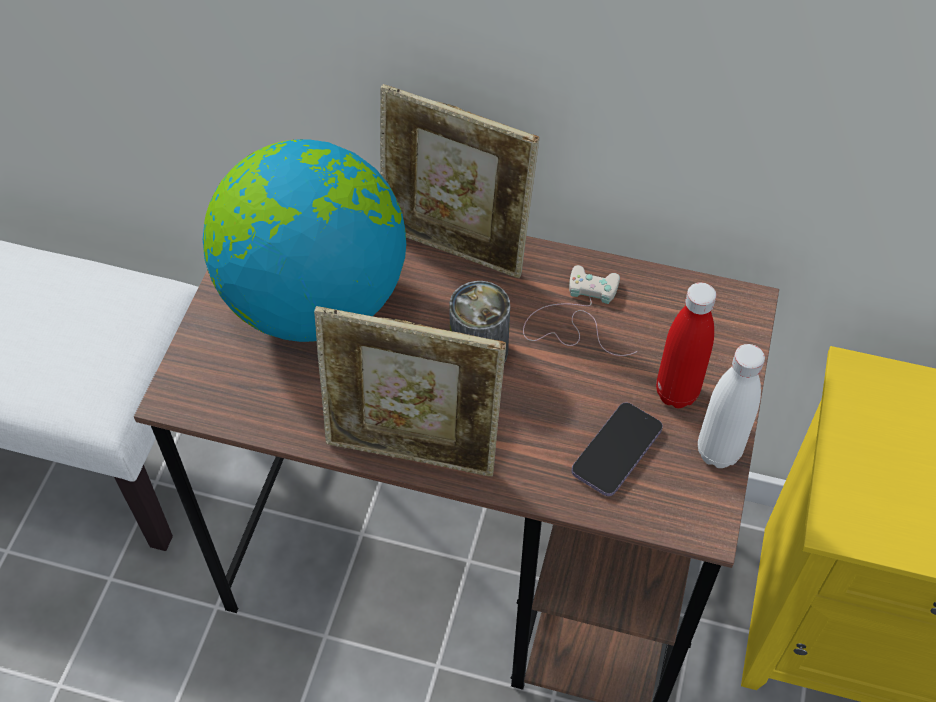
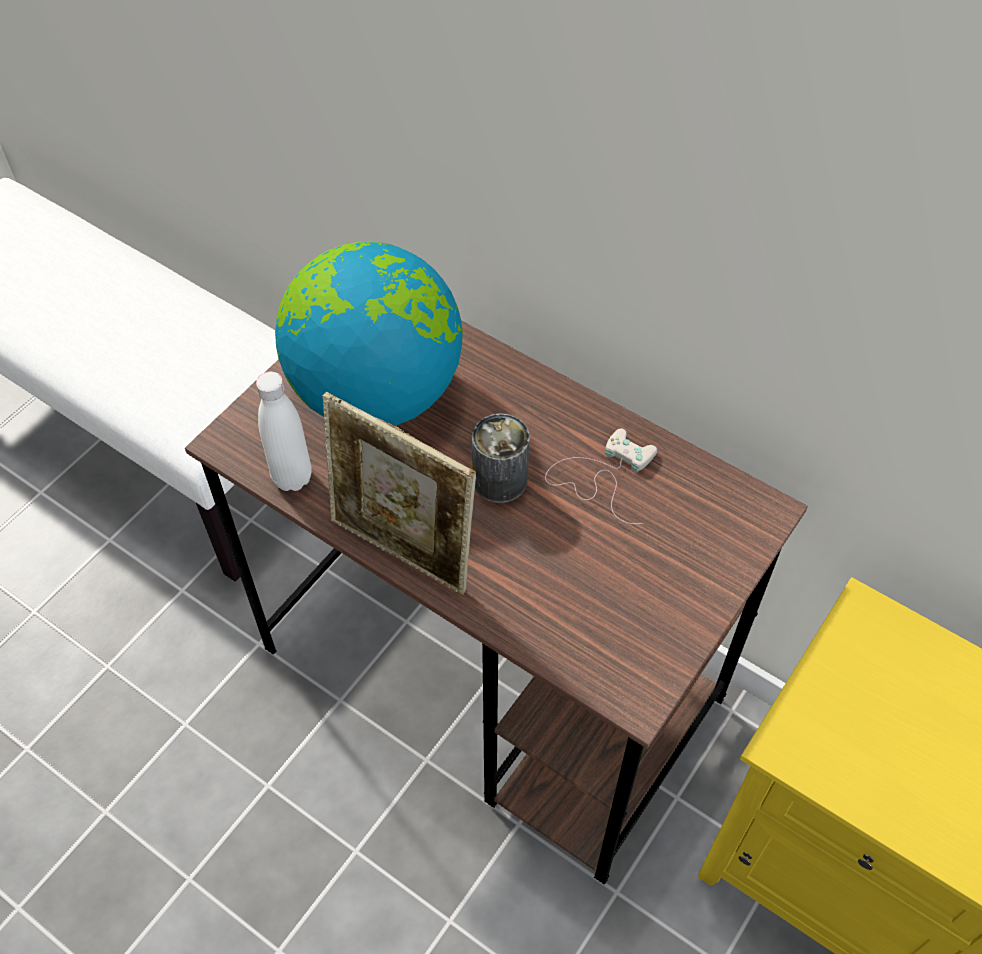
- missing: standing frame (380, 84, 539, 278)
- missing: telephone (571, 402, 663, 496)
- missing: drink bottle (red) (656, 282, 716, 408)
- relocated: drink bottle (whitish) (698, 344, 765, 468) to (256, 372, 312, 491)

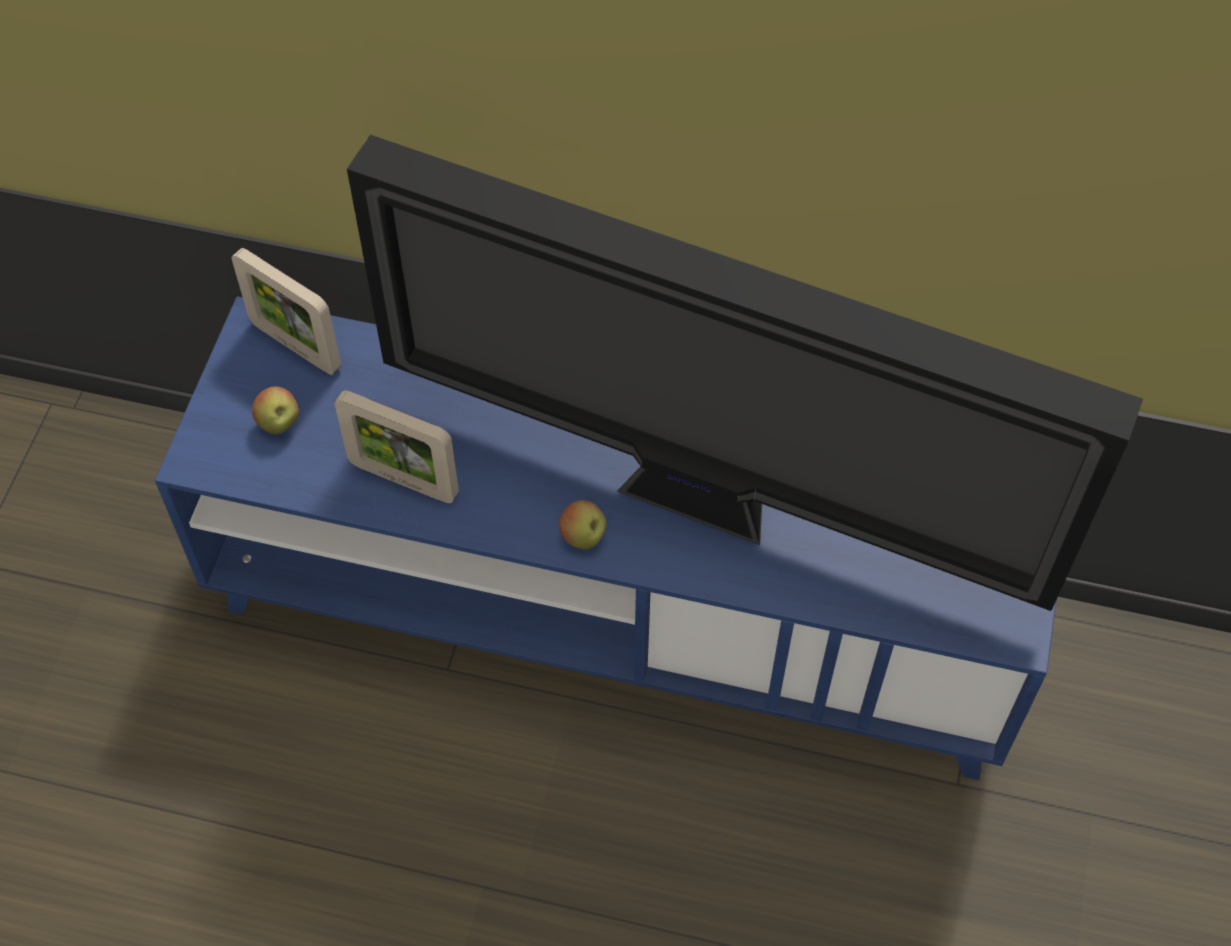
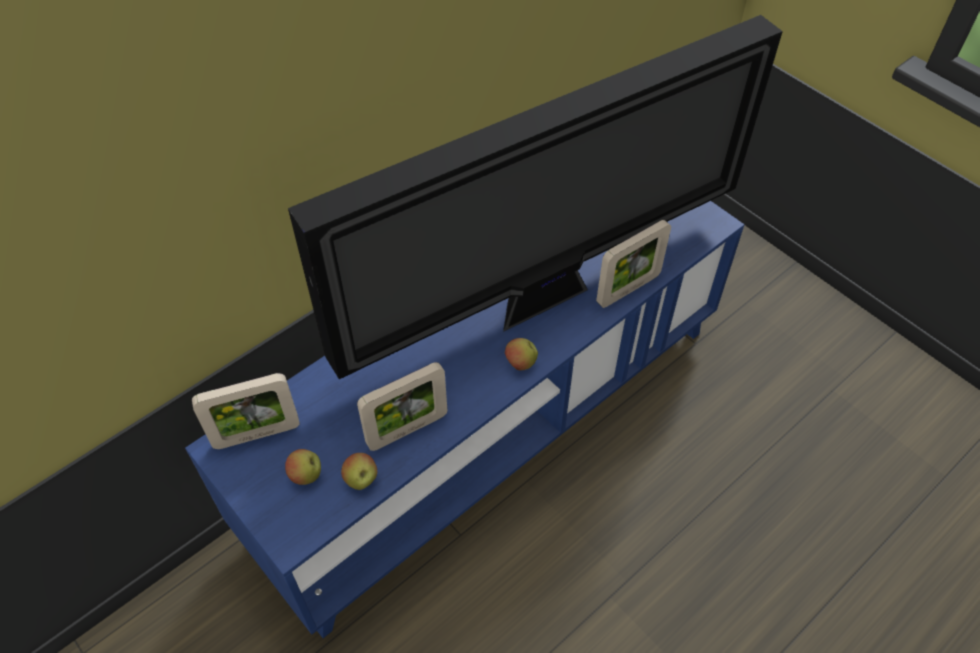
- appeared: whole apple (341, 453, 377, 490)
- appeared: standing frame (596, 220, 671, 308)

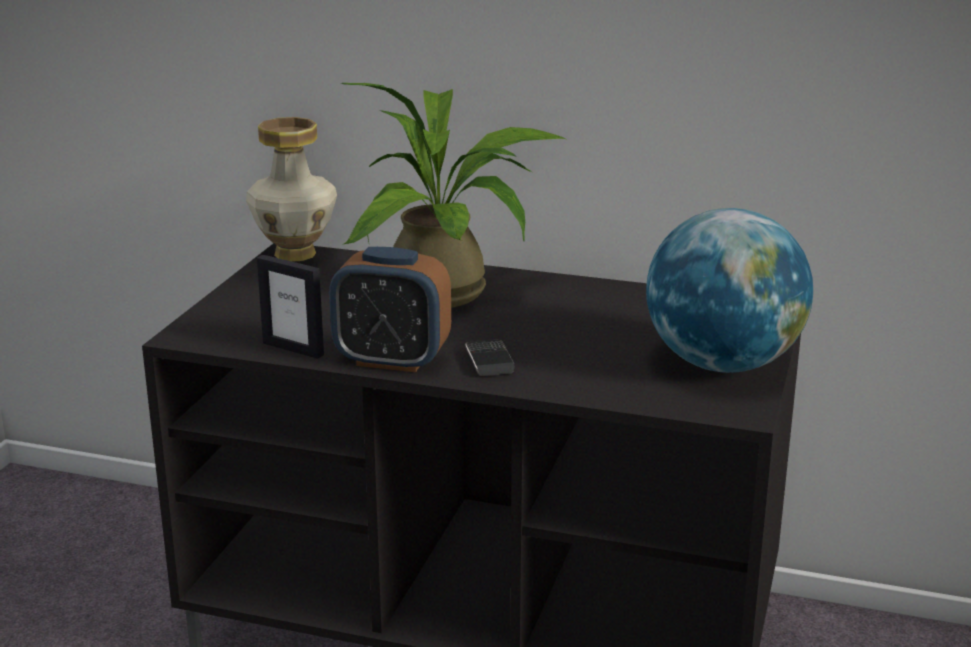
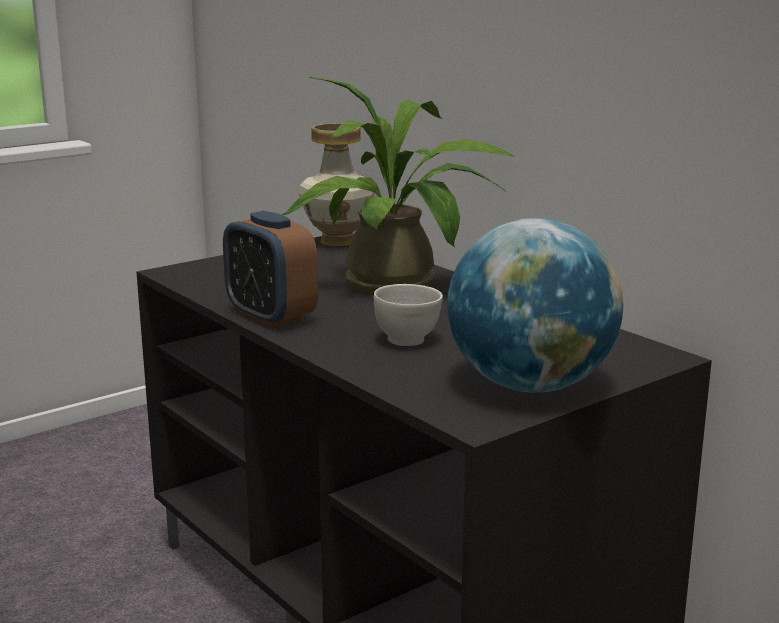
- missing: standing frame (257, 255, 324, 359)
- missing: telephone (465, 340, 515, 376)
- appeared: serving bowl (whitish) (374, 284, 443, 346)

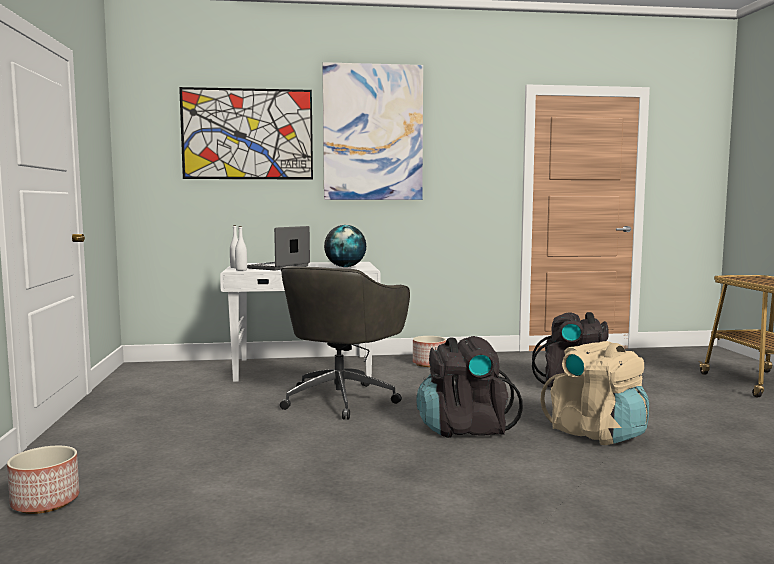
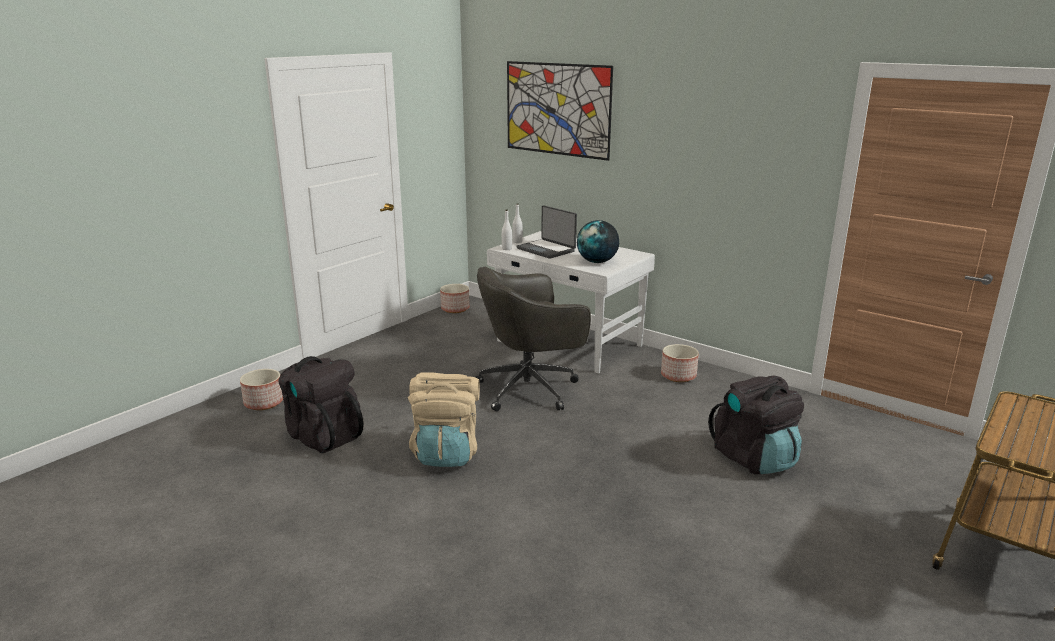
- missing: wall picture (322, 62, 423, 200)
- appeared: planter (440, 284, 470, 313)
- relocated: backpack (blackish) (417, 336, 523, 438) to (278, 356, 363, 453)
- relocated: backpack (beige-coloured) (540, 341, 649, 445) to (408, 372, 480, 467)
- spun: notebook computer (247, 226, 310, 270) = (516, 205, 577, 259) 120 degrees counterclockwise

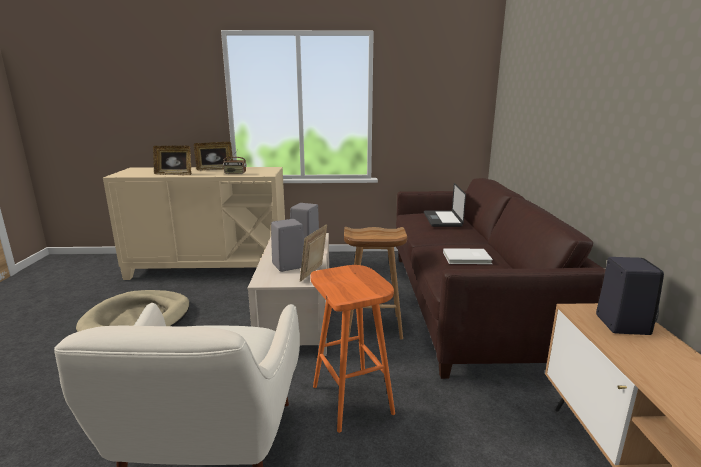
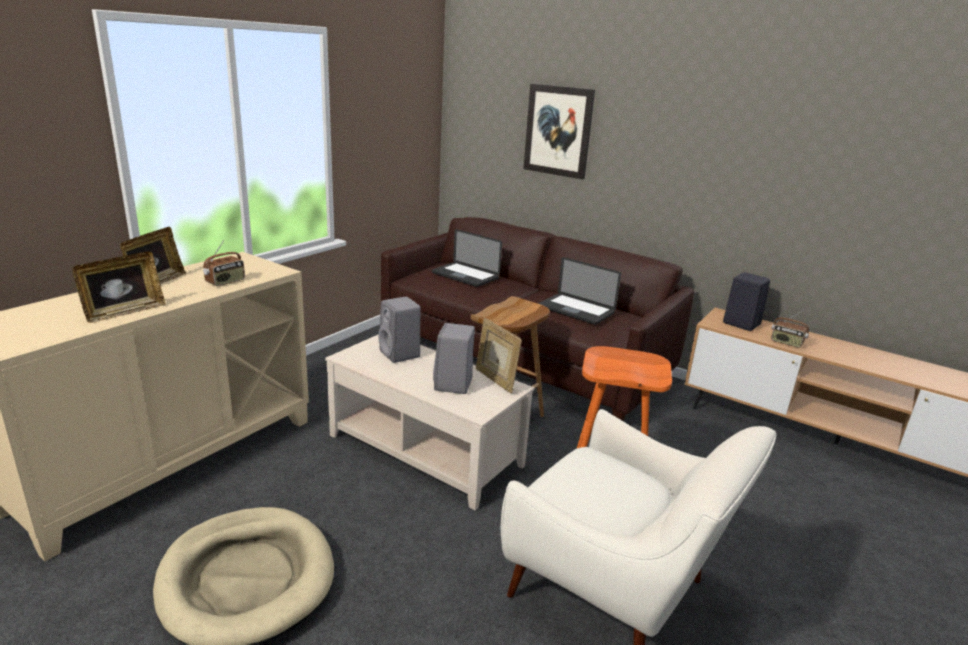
- appeared: wall picture (523, 84, 595, 180)
- appeared: radio receiver (771, 311, 809, 348)
- exchanged: bound book (whitish) (443, 249, 493, 264) to notebook computer (538, 257, 621, 325)

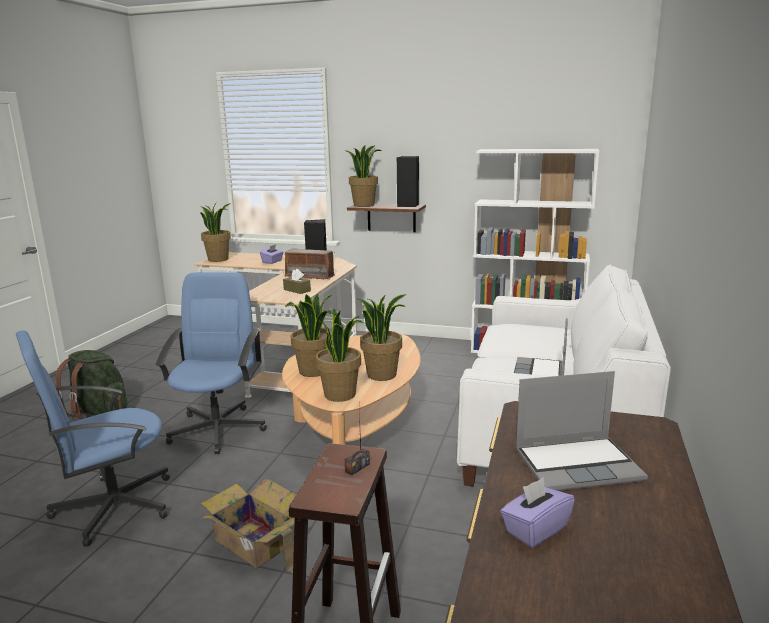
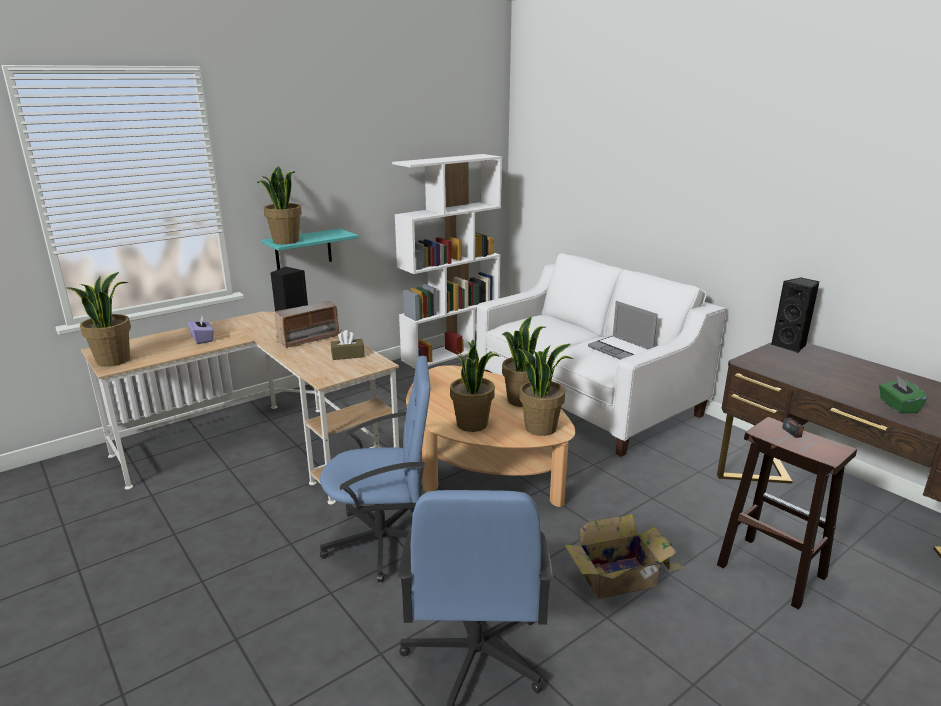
- missing: backpack (green) (56, 350, 127, 420)
- missing: notebook computer (515, 371, 648, 491)
- relocated: loudspeaker (blackish) (397, 156, 419, 207) to (771, 277, 820, 353)
- colour: shelf (brownish) (347, 203, 426, 232) to shelf (turquoise) (262, 228, 359, 270)
- colour: box of tissues (purple-coloured) (500, 477, 575, 548) to box of tissues (green) (879, 376, 927, 413)
- spun: computer chair (bluish) (156, 273, 266, 454) = (320, 356, 430, 583) 135 degrees clockwise

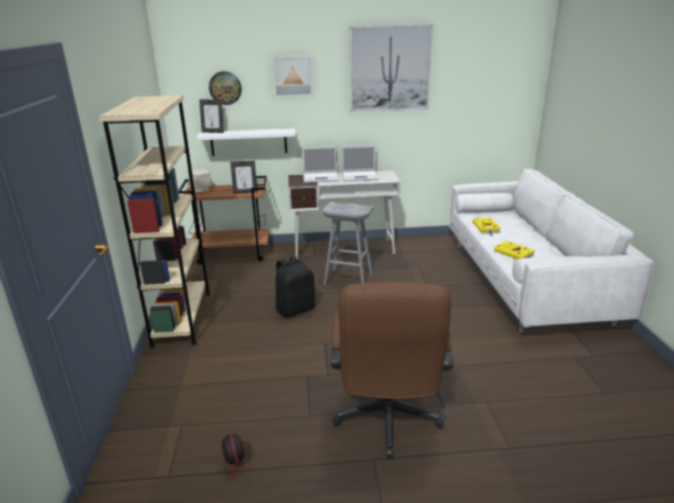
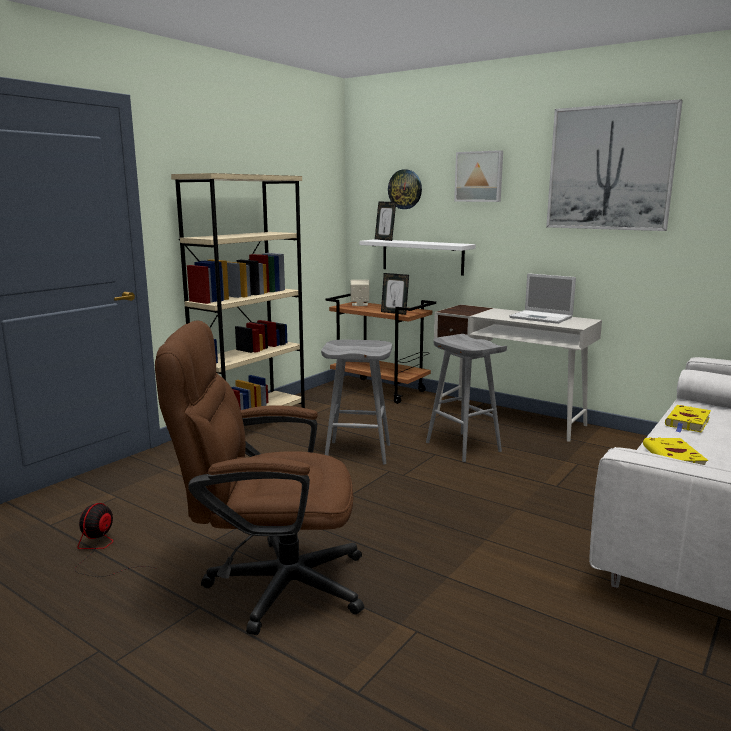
- missing: notebook computer (302, 146, 340, 183)
- exchanged: backpack (blackish) (276, 256, 315, 317) to stool seat (greyish) (321, 340, 392, 464)
- spun: computer chair (brownish) (331, 282, 453, 458) = (155, 320, 364, 635) 45 degrees clockwise

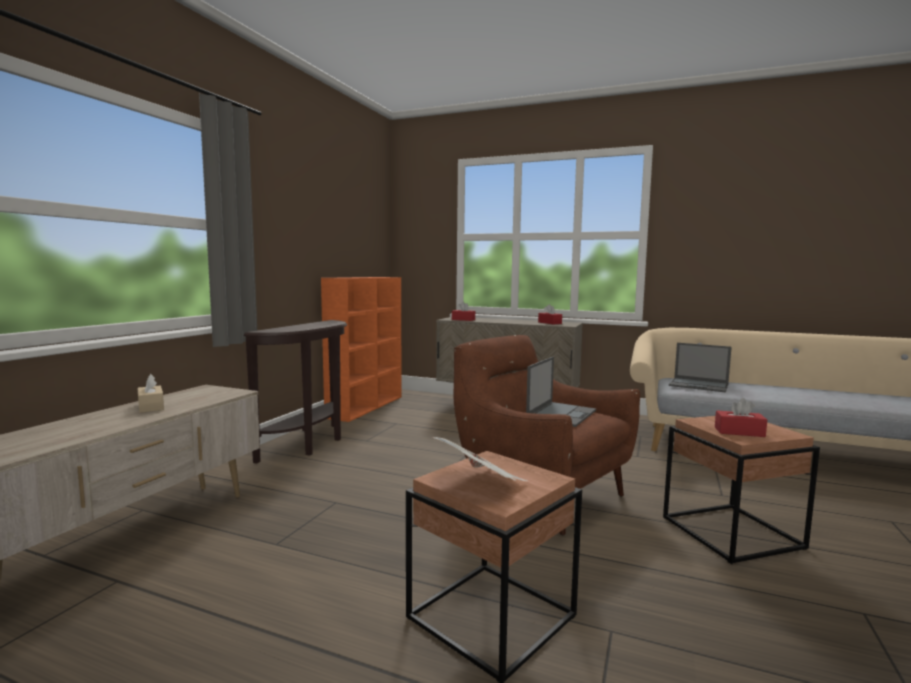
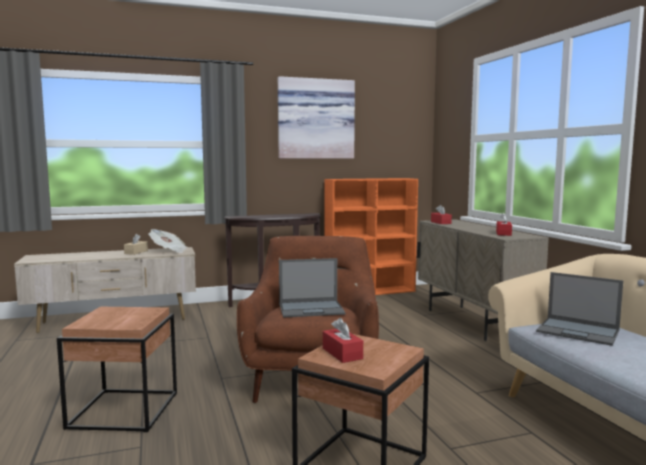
- appeared: wall picture (278, 76, 355, 159)
- relocated: printed paper (432, 437, 528, 481) to (148, 229, 188, 253)
- spun: notebook computer (669, 343, 732, 392) = (536, 272, 623, 346) 45 degrees counterclockwise

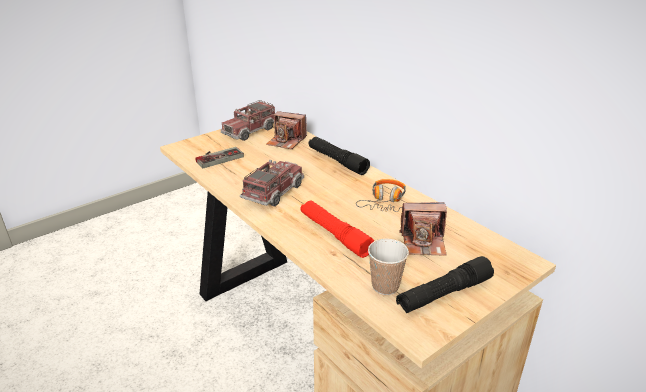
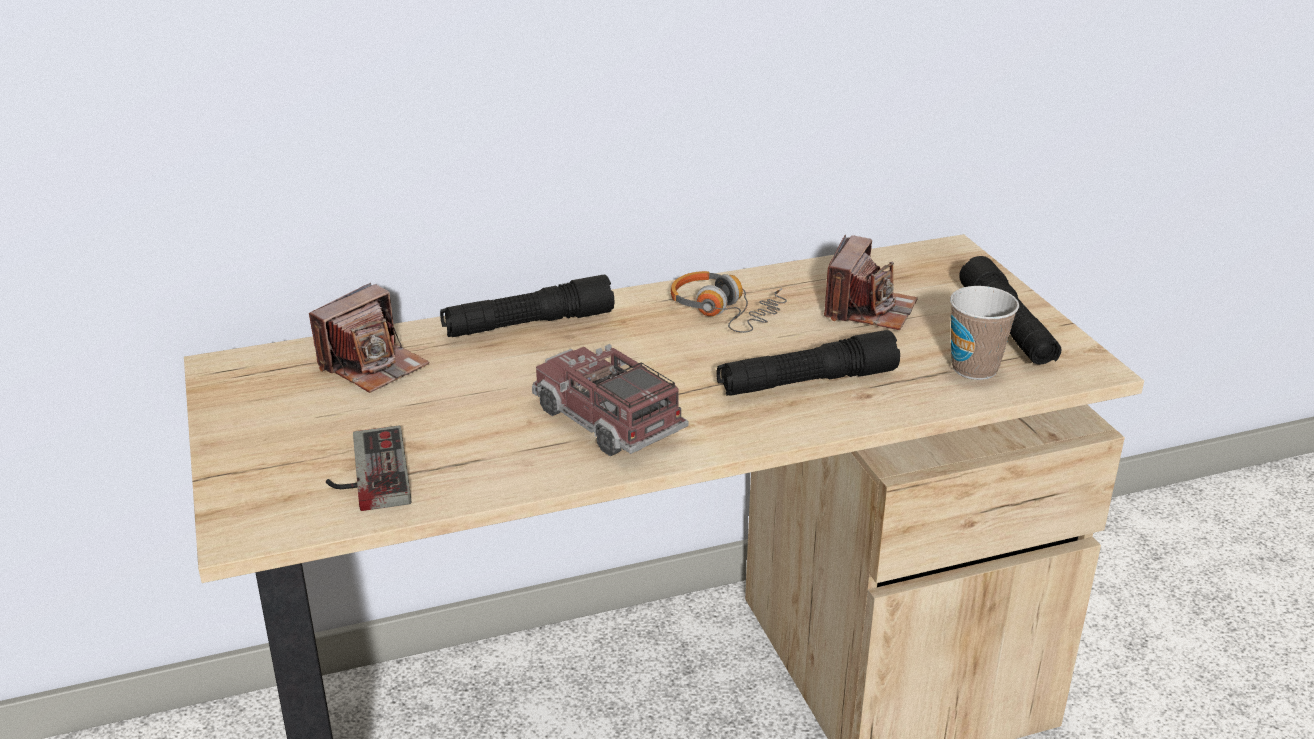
- missing: toy truck (221, 100, 275, 141)
- colour: torch (red) (301, 201, 374, 258) to torch (blackish) (717, 330, 900, 396)

